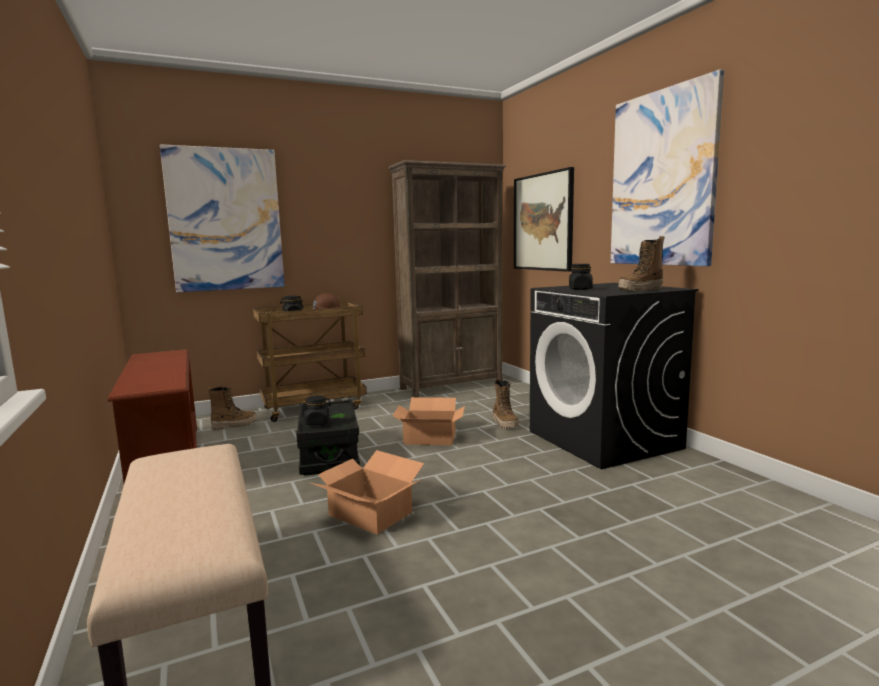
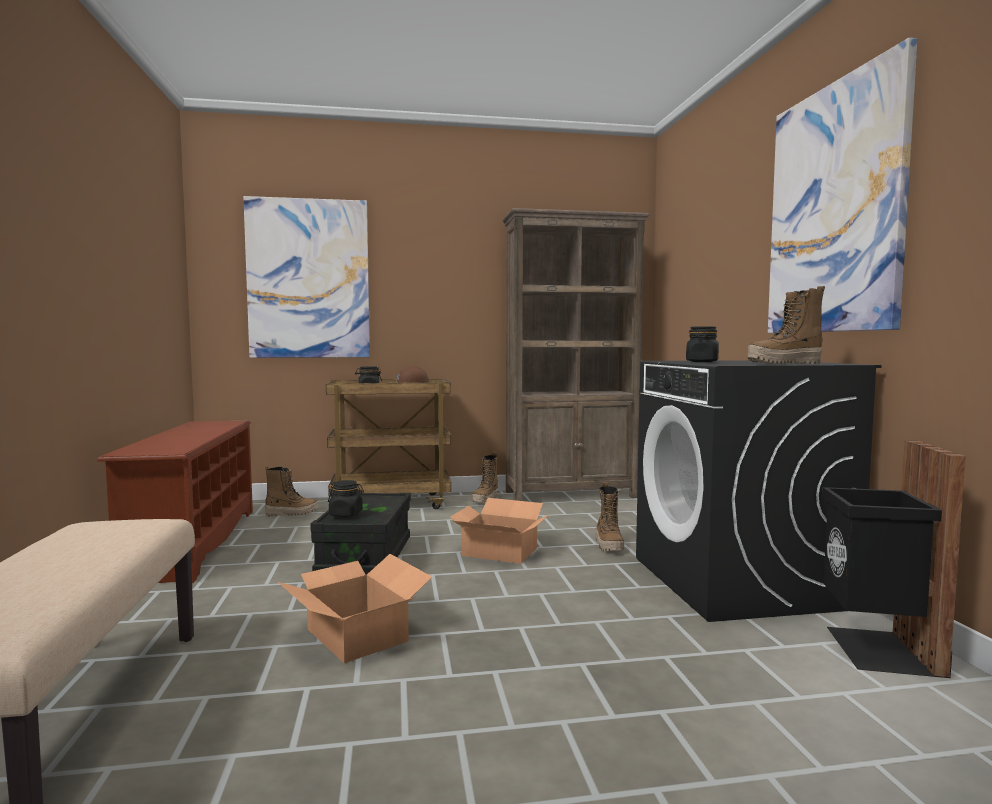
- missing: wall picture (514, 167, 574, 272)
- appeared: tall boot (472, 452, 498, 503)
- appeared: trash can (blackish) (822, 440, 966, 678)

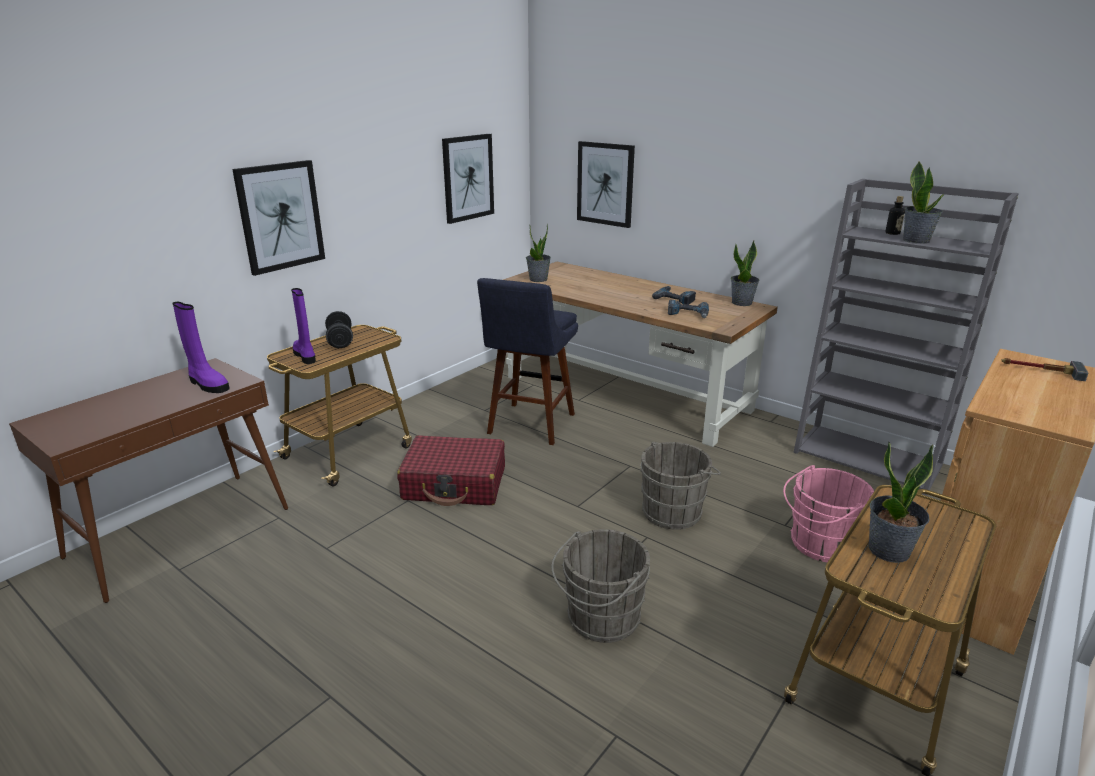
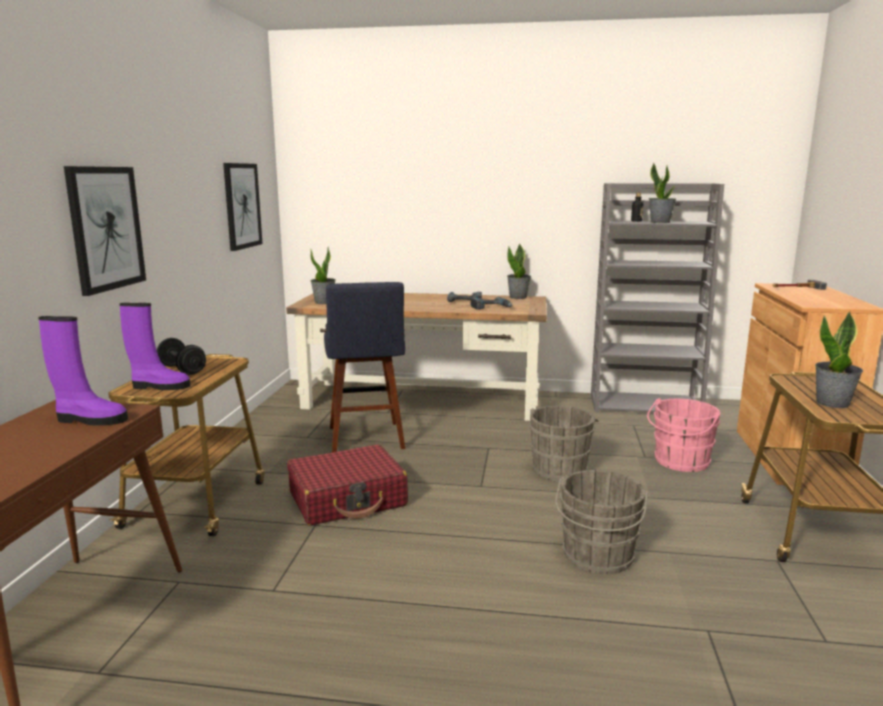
- missing: wall picture (577, 141, 635, 228)
- spun: tall boot (purple-coloured) (291, 288, 316, 364) = (119, 303, 190, 390) 150 degrees clockwise

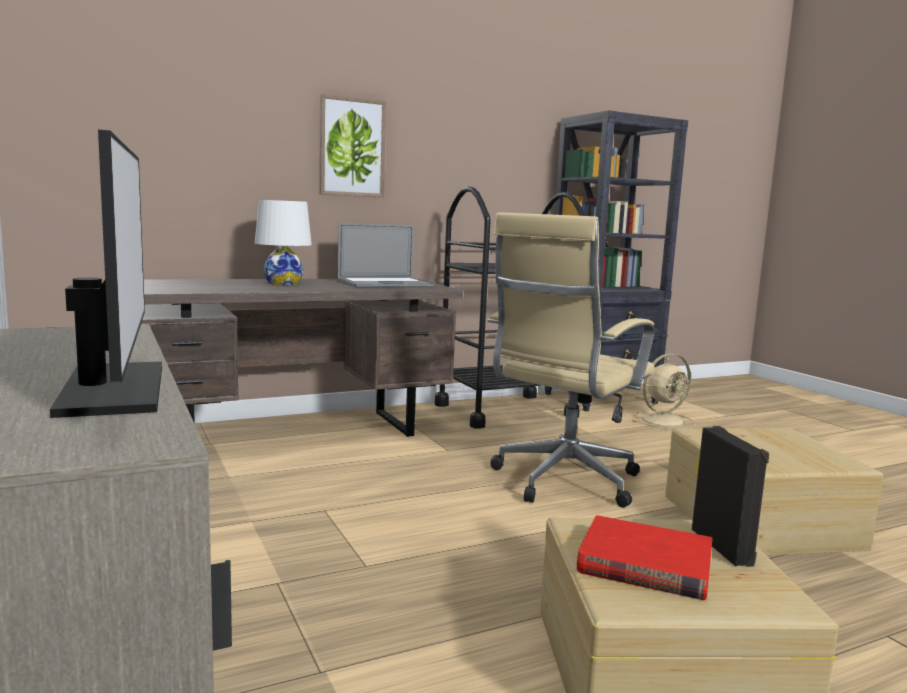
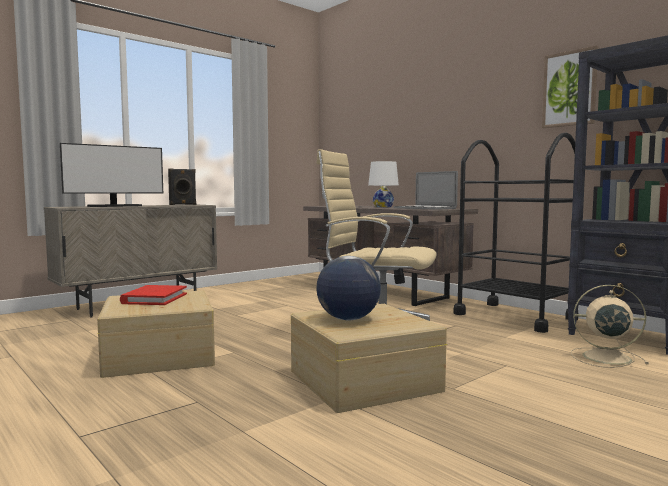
- appeared: globe (316, 256, 381, 320)
- relocated: wall picture (319, 94, 386, 198) to (542, 46, 598, 128)
- relocated: loudspeaker (blackish) (692, 426, 769, 567) to (168, 168, 196, 205)
- spun: cooling fan (beige-coloured) (632, 353, 696, 429) = (571, 285, 649, 368) 150 degrees clockwise

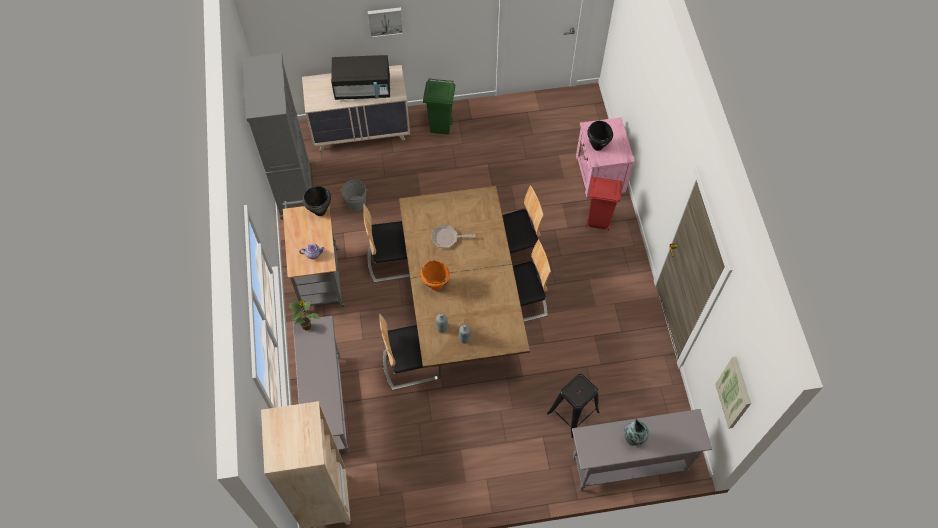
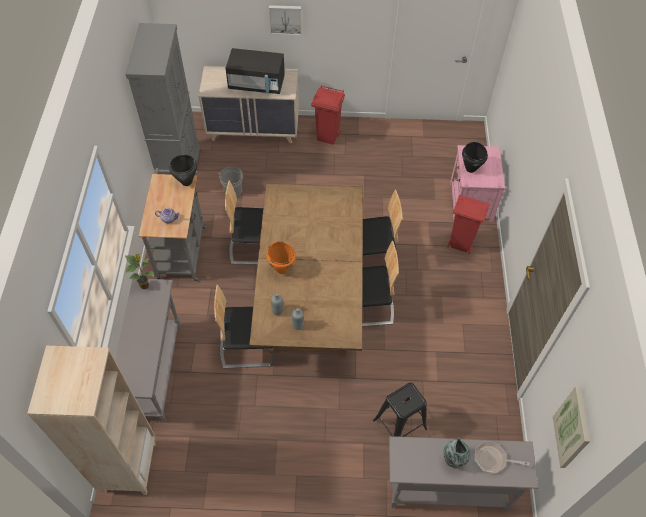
- relocated: pan (432, 225, 475, 248) to (475, 441, 530, 474)
- colour: trash can (green) (423, 78, 455, 135) to trash can (red) (311, 85, 345, 145)

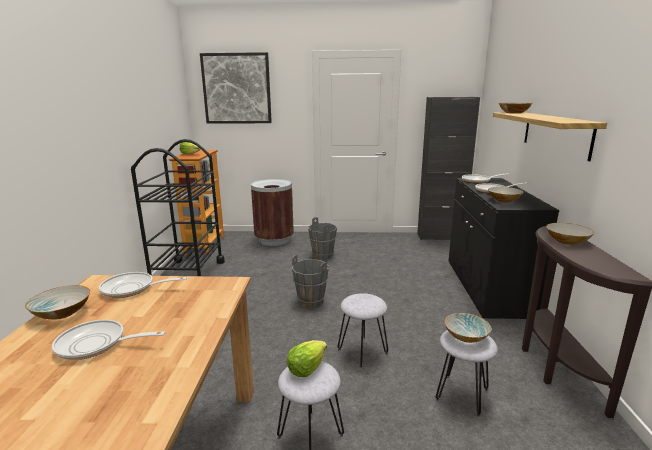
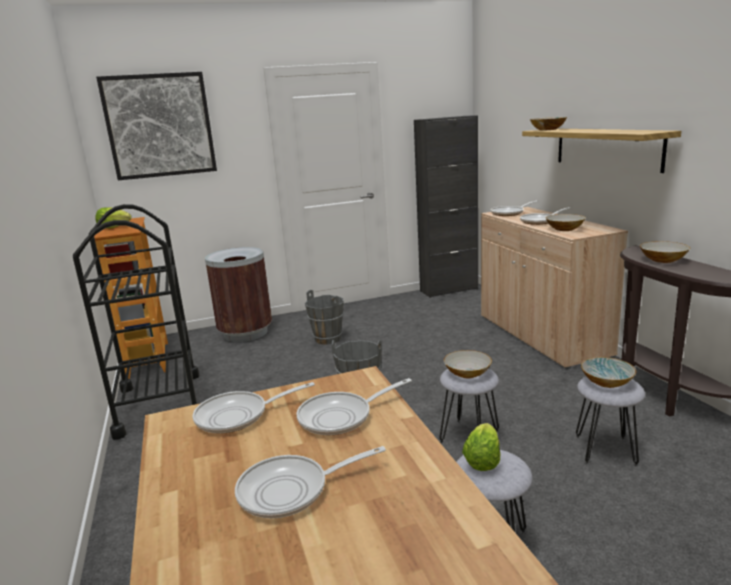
- appeared: pan (296, 378, 412, 435)
- relocated: serving bowl (25, 285, 90, 320) to (444, 350, 492, 378)
- colour: storage cabinet (blackish) (449, 178, 559, 320) to storage cabinet (beige-coloured) (481, 207, 628, 369)

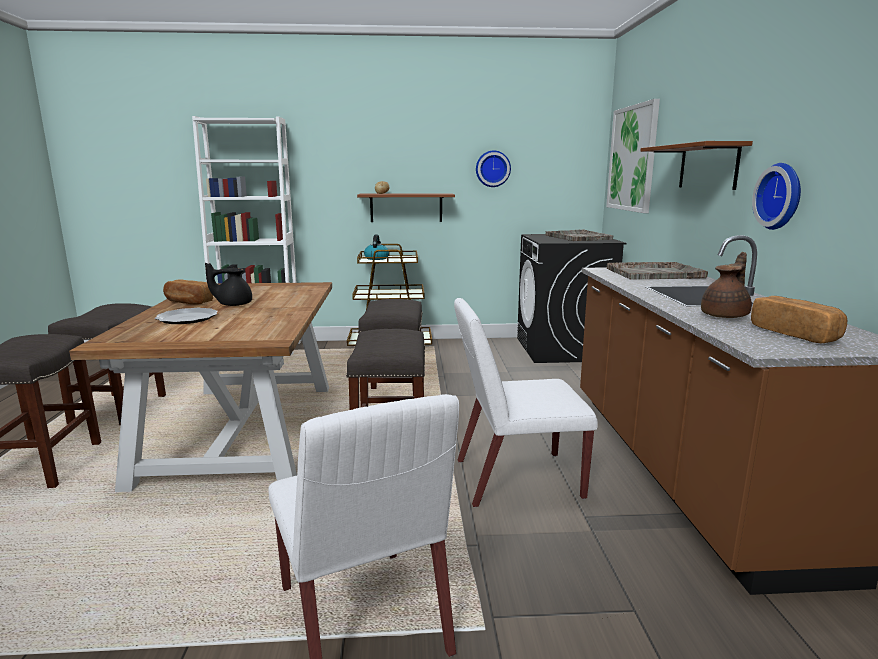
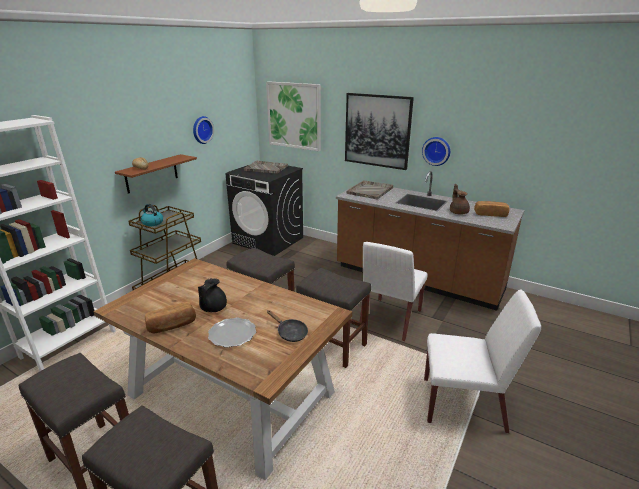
- appeared: pan (blackish) (267, 310, 308, 342)
- exchanged: shelf (brownish) (640, 141, 753, 190) to wall picture (345, 93, 414, 170)

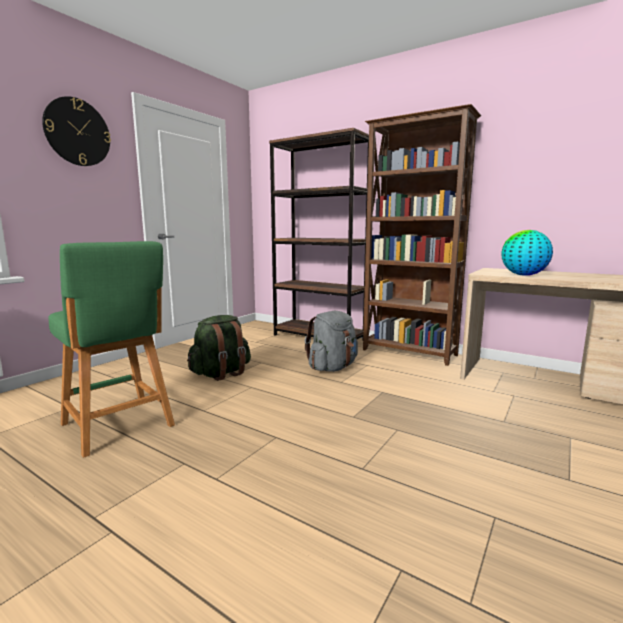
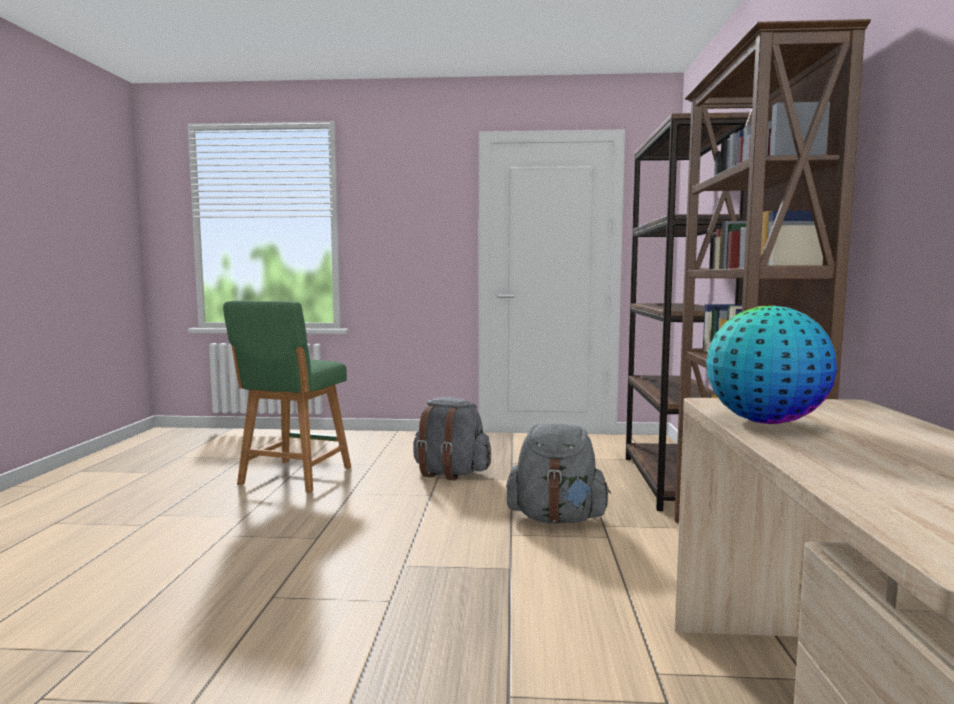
- missing: wall clock (42, 96, 111, 166)
- colour: backpack (green) (187, 315, 251, 381) to backpack (greyish) (413, 397, 491, 480)

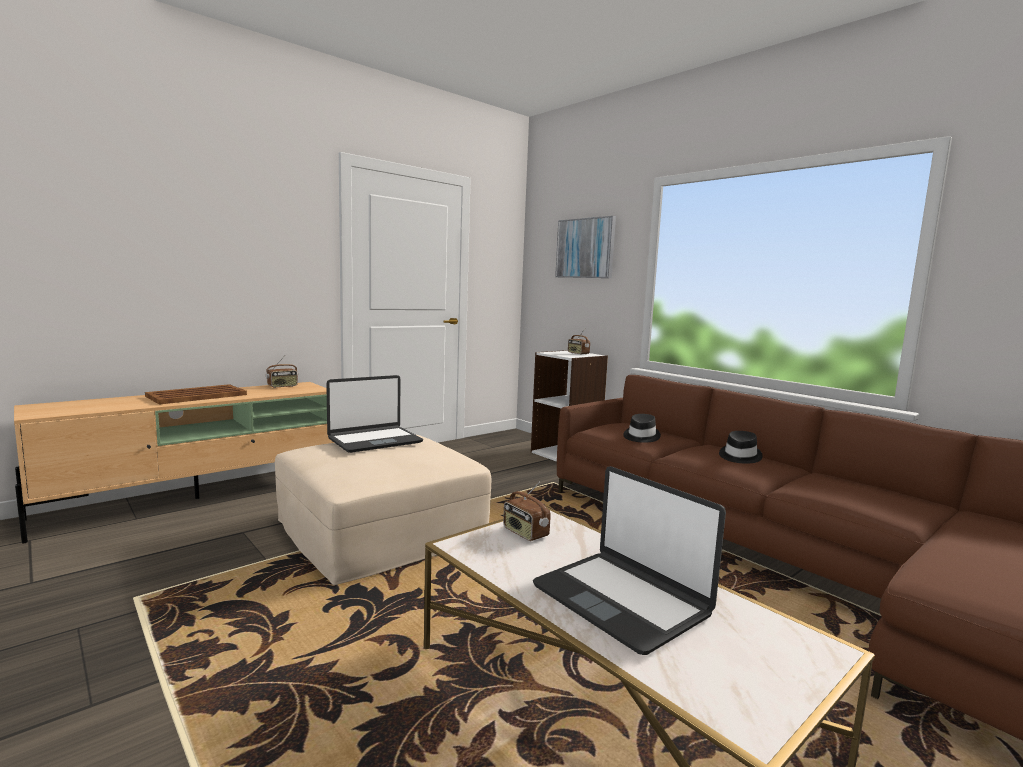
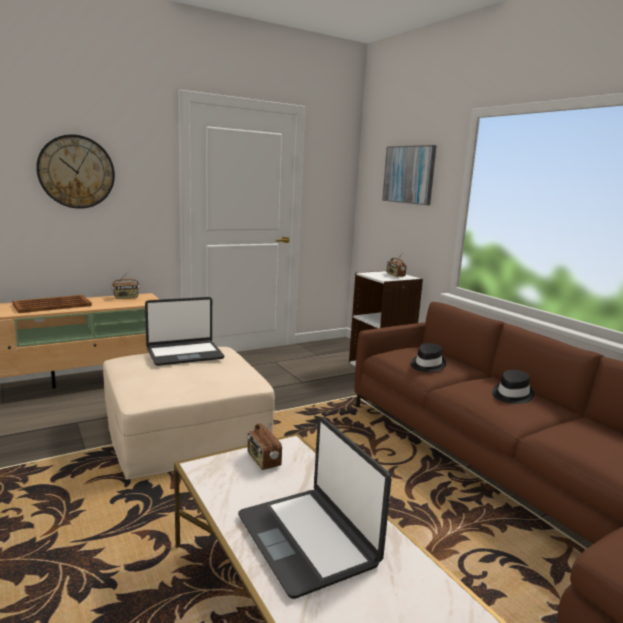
- appeared: wall clock (36, 135, 115, 209)

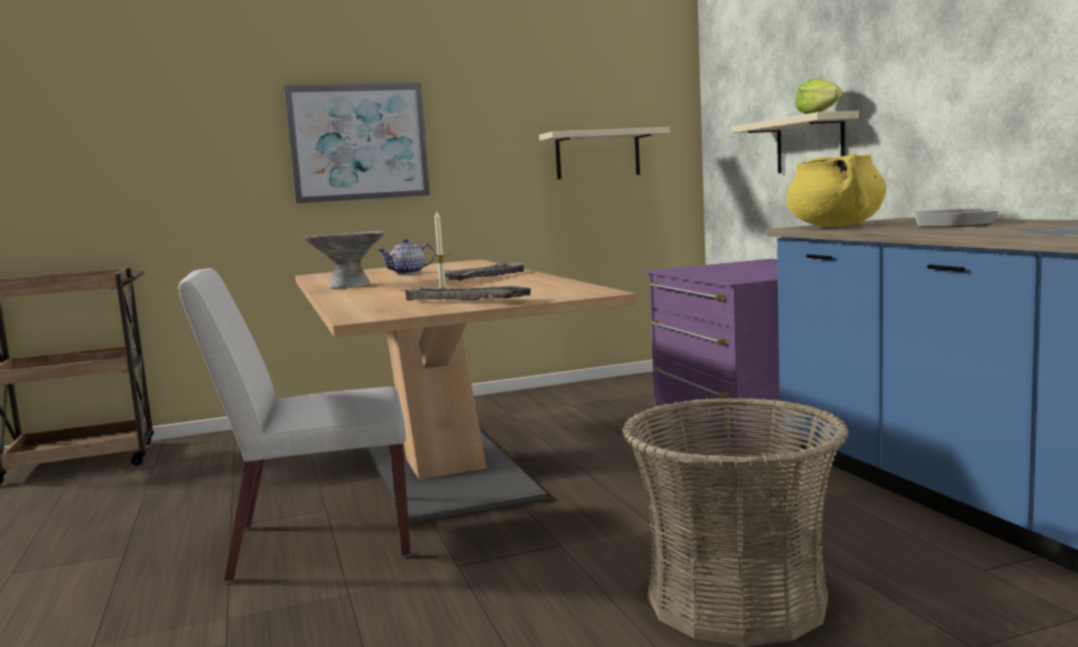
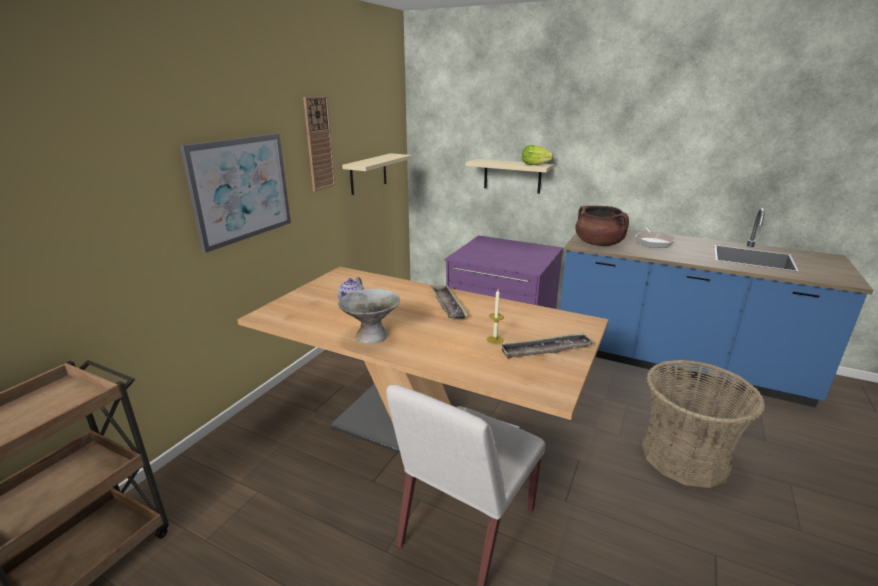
- appeared: wall clock (303, 96, 335, 191)
- colour: stockpot (yellow-coloured) (786, 154, 886, 227) to stockpot (brownish) (575, 206, 629, 246)

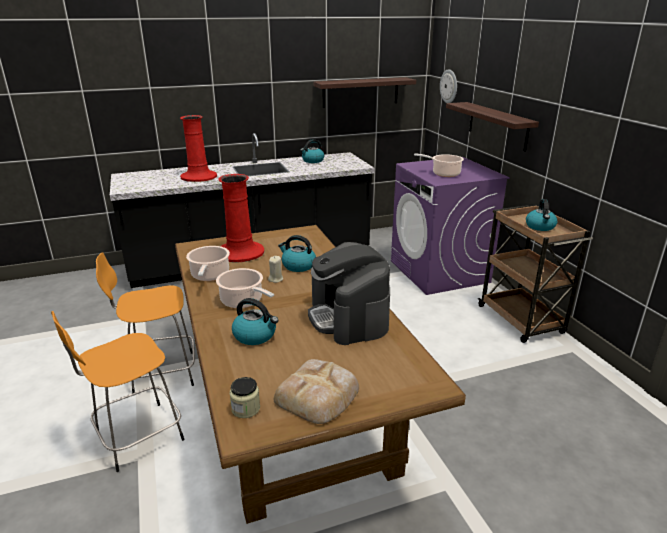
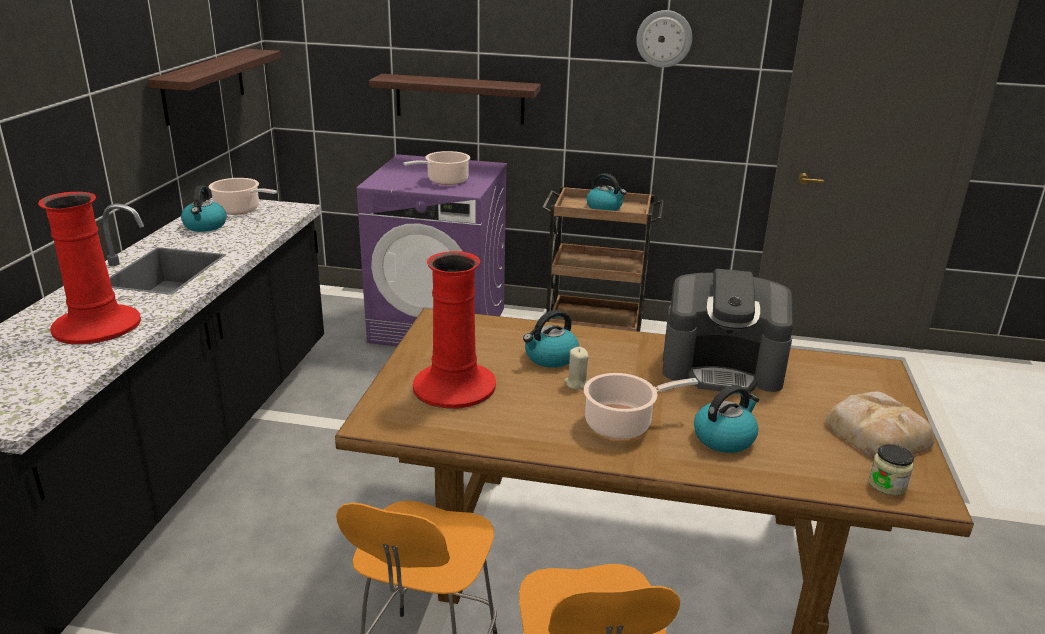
- relocated: stockpot (186, 246, 230, 281) to (209, 178, 277, 215)
- relocated: wall clock (440, 69, 457, 103) to (636, 10, 692, 68)

